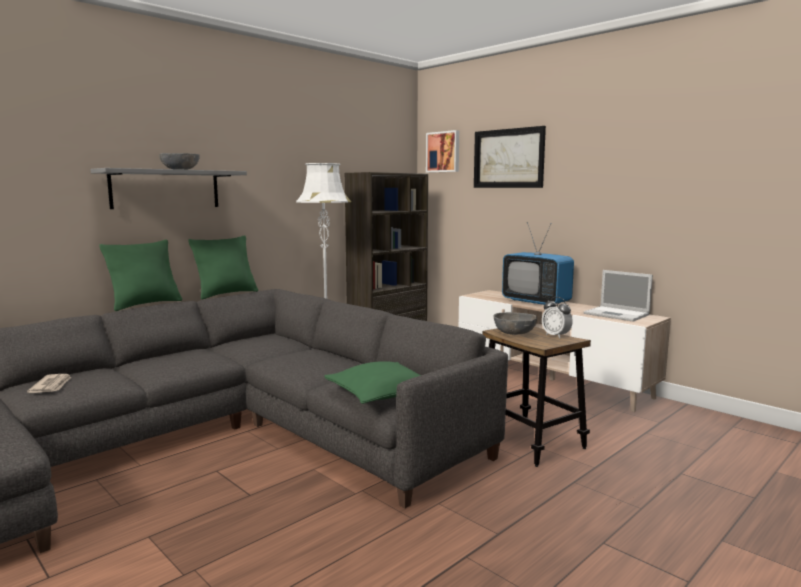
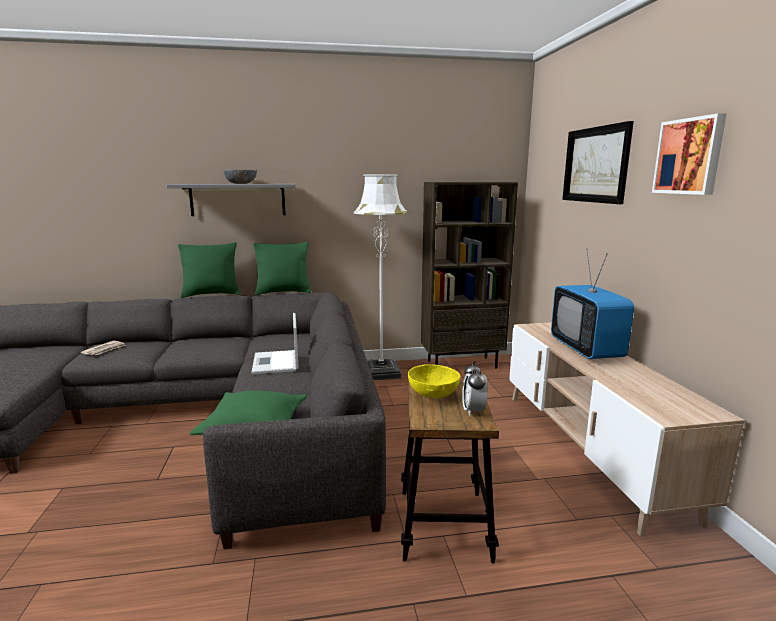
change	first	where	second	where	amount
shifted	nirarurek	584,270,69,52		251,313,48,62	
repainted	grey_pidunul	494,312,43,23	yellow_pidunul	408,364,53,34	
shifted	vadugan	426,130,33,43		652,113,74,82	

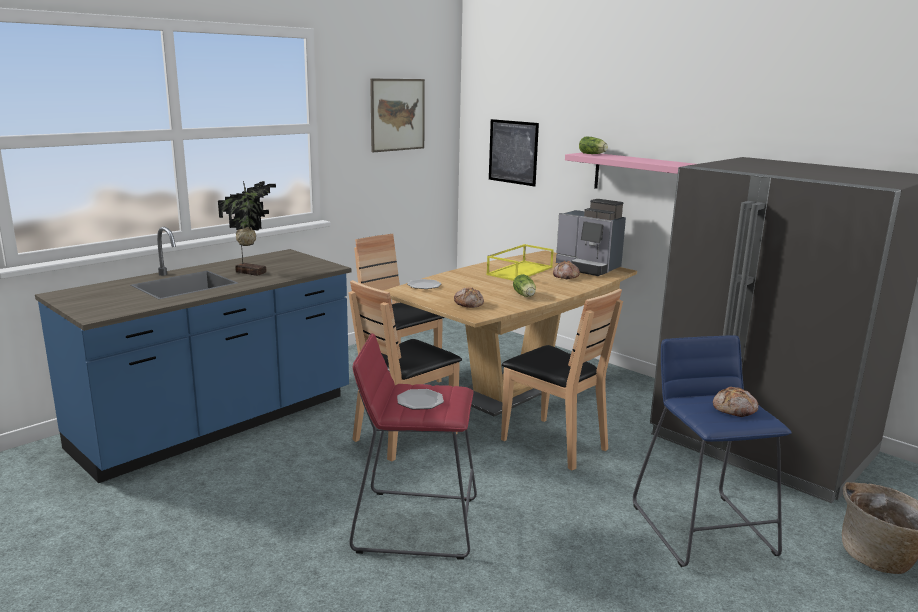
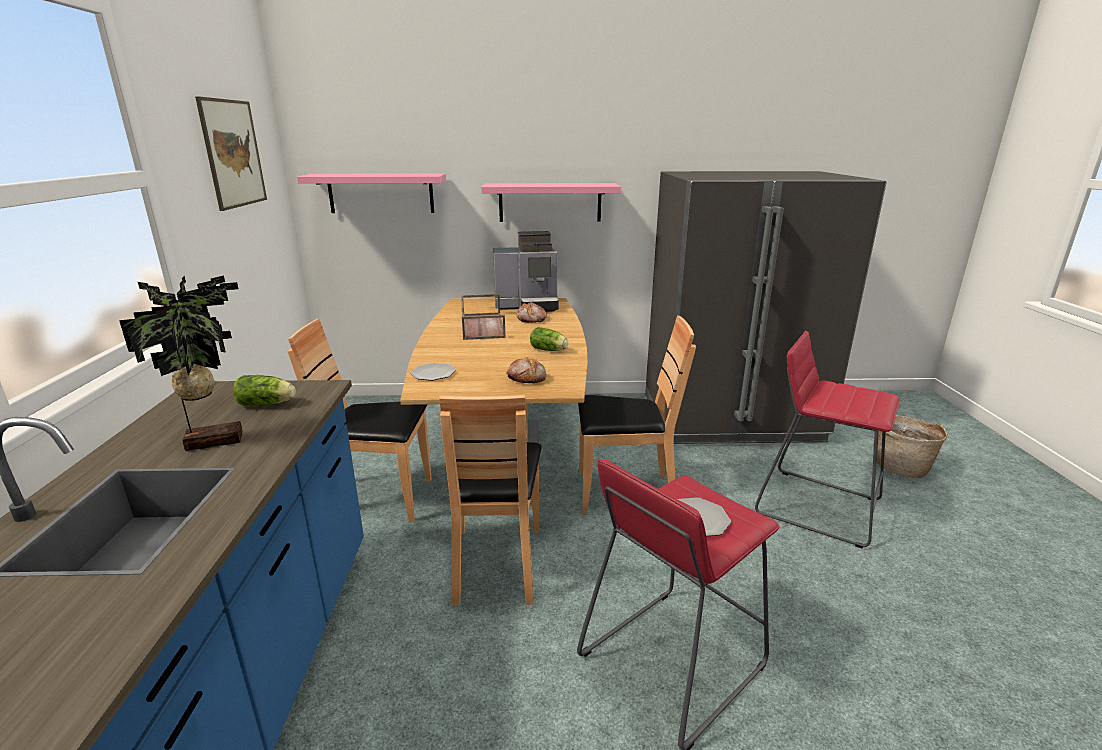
change	first	where	second	where	amount
shifted	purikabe	579,137,29,17		233,375,63,31	
swapped	vadugan	489,119,50,68	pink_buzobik	297,173,149,40	
repainted	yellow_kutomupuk	486,244,68,37	brown_kutomupuk	461,294,45,46	
repainted	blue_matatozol	633,335,159,232	red_matatozol	755,331,145,218	
gone	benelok	713,386,46,31			

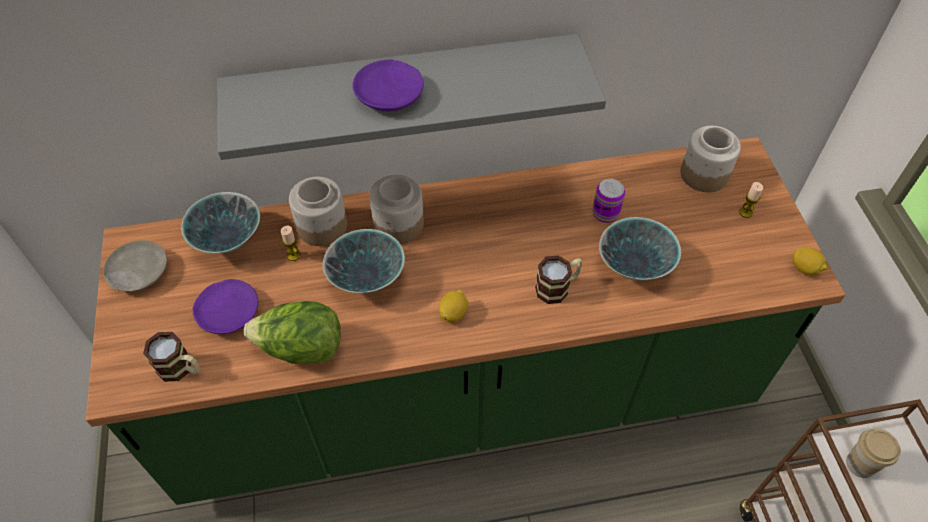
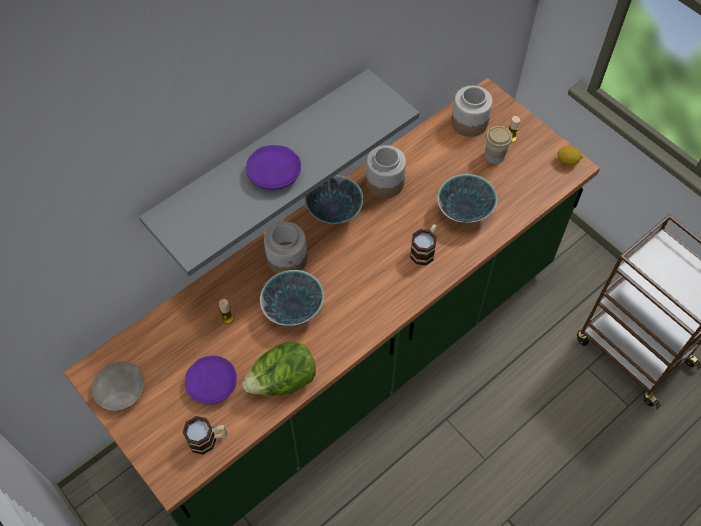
change	first	where	second	where	amount
shifted	pidunul	181,192,79,61		305,175,58,49	
shifted	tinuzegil	289,177,58,69		366,145,40,53	
shifted	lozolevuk	846,428,55,50		485,126,27,38	
gone	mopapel	439,290,29,33			
gone	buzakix	593,179,32,44			

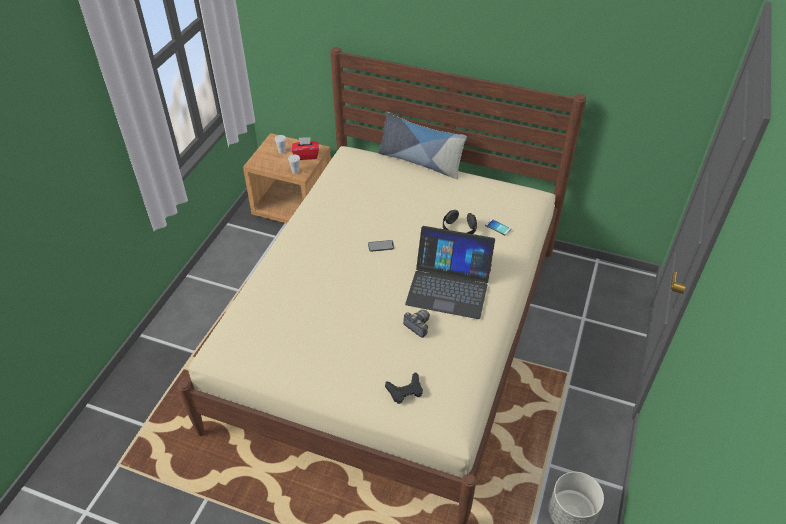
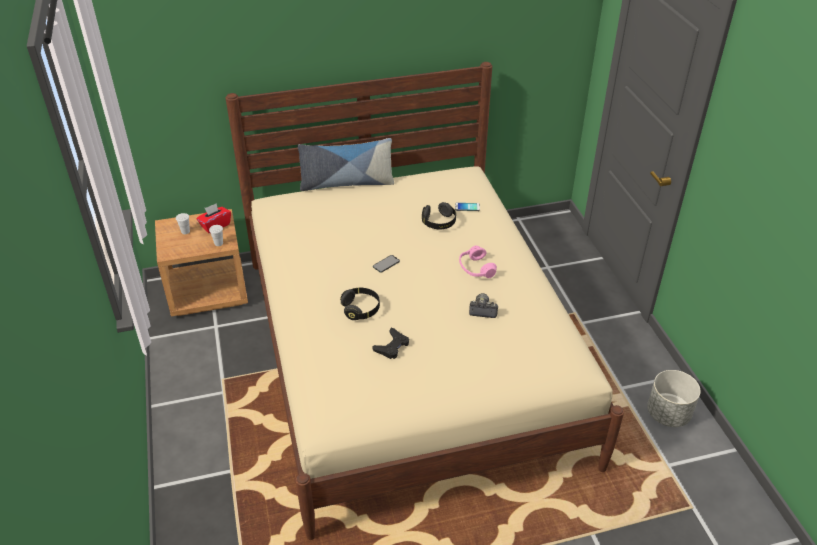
change	first	where	second	where	amount
new			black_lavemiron	340,288,40,32	
shifted	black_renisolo	385,372,38,32		372,328,37,31	
swapped	nirarurek	405,226,90,93	pink_lavemiron	459,245,38,33	

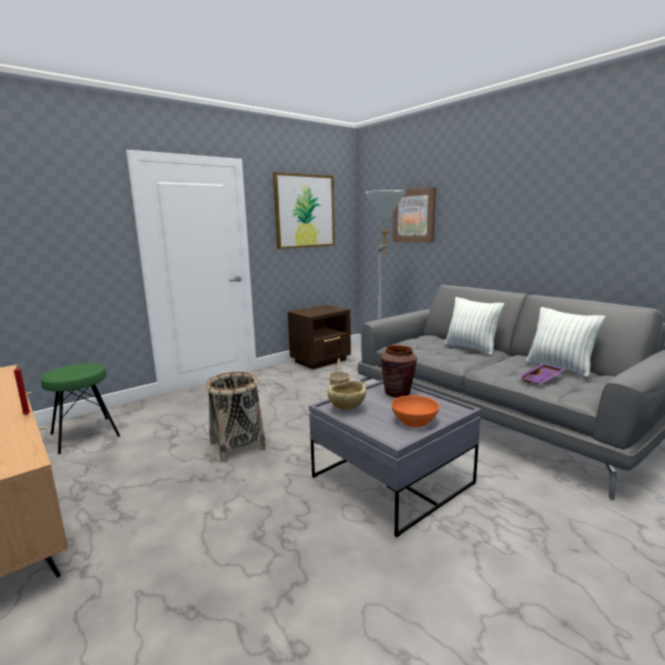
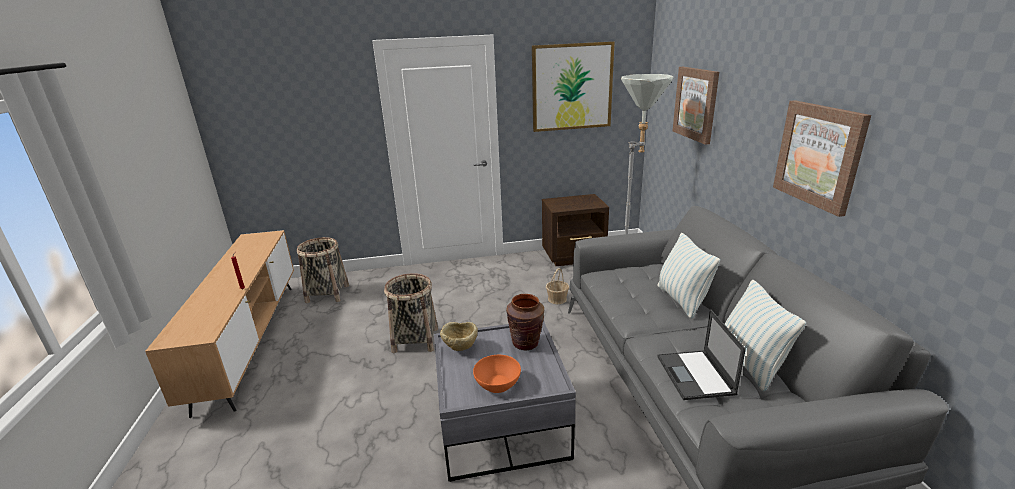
change	first	where	second	where	amount
swapped	green_matatozol	41,363,79,91	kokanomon	297,237,52,66	
swapped	purple_kutomupuk	518,363,48,21	nirarurek	657,309,89,91	
new			vadugan	773,100,98,117	

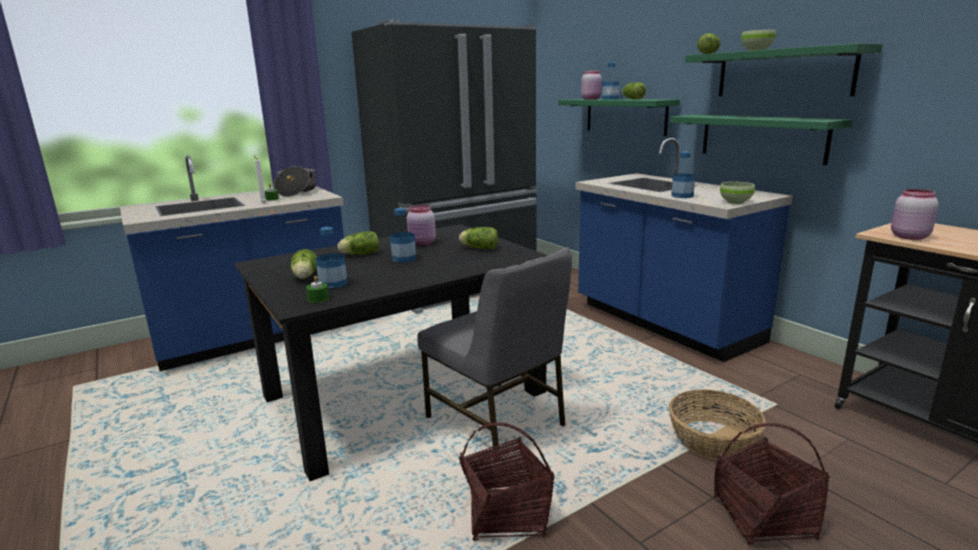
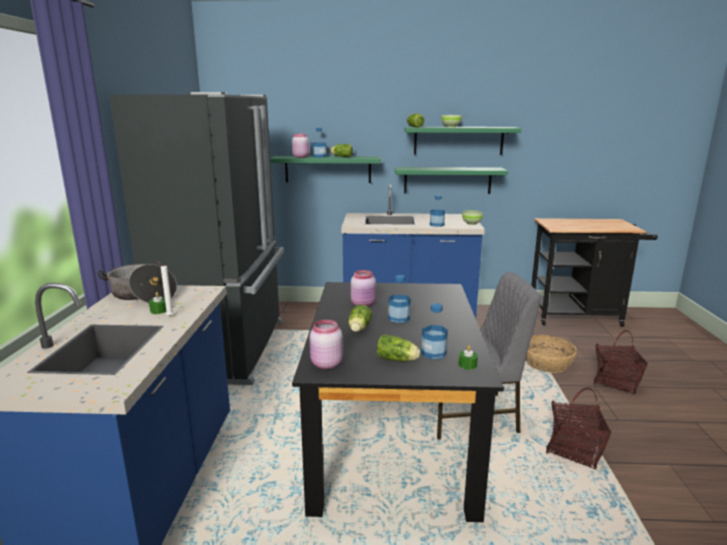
change	first	where	second	where	amount
shifted	pink_tinuzegil	891,189,48,51		310,320,33,49	
gone	purikabe	459,227,39,22			

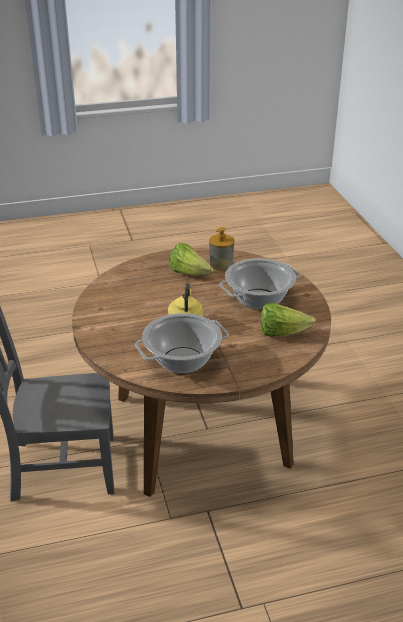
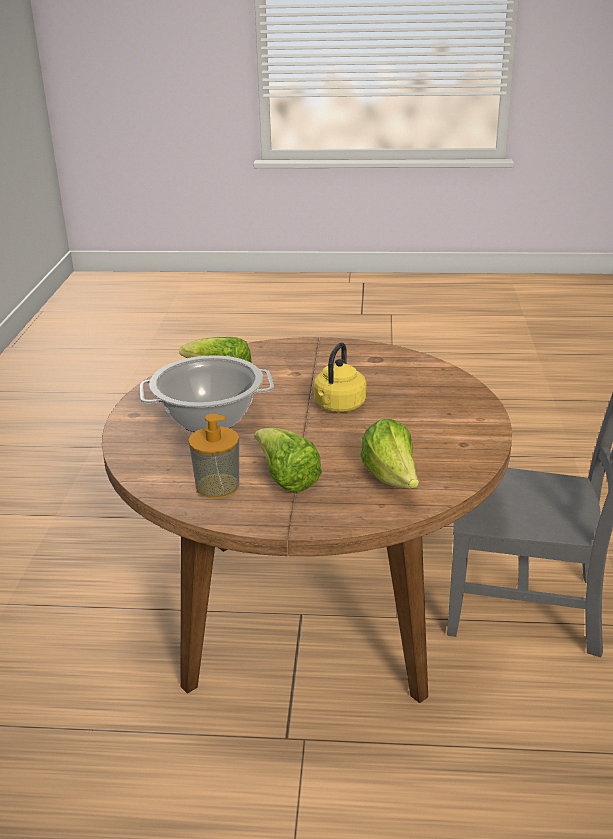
change	first	where	second	where	amount
new			purikabe	360,419,59,70	
gone	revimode	135,313,94,61			

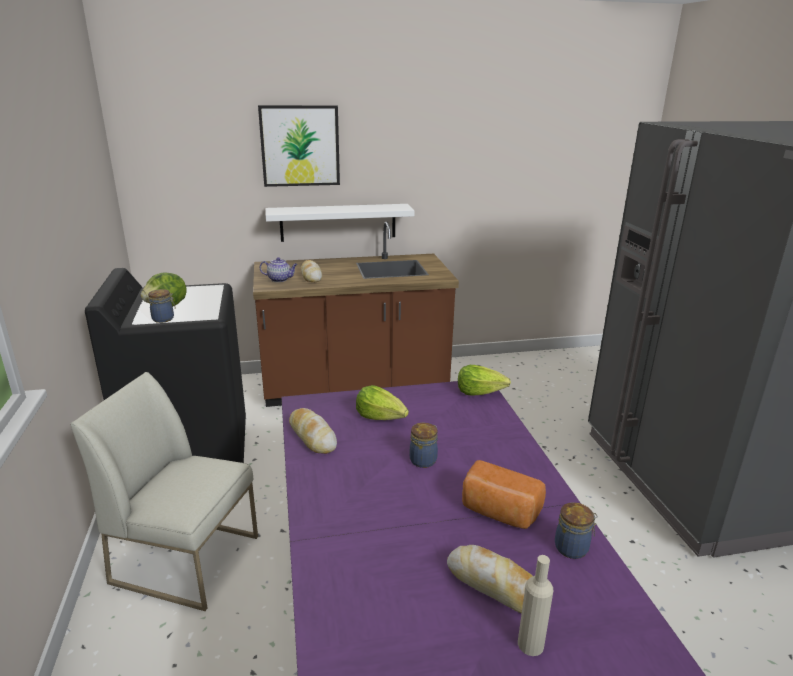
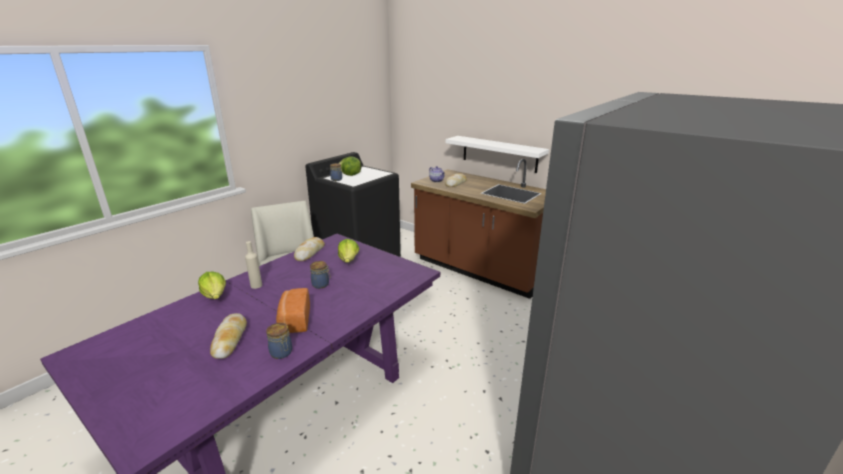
change	first	where	second	where	amount
shifted	purikabe	458,365,53,31		198,272,28,27	
shifted	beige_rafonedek	518,555,35,101		245,241,17,48	
gone	vadugan	258,105,82,82			

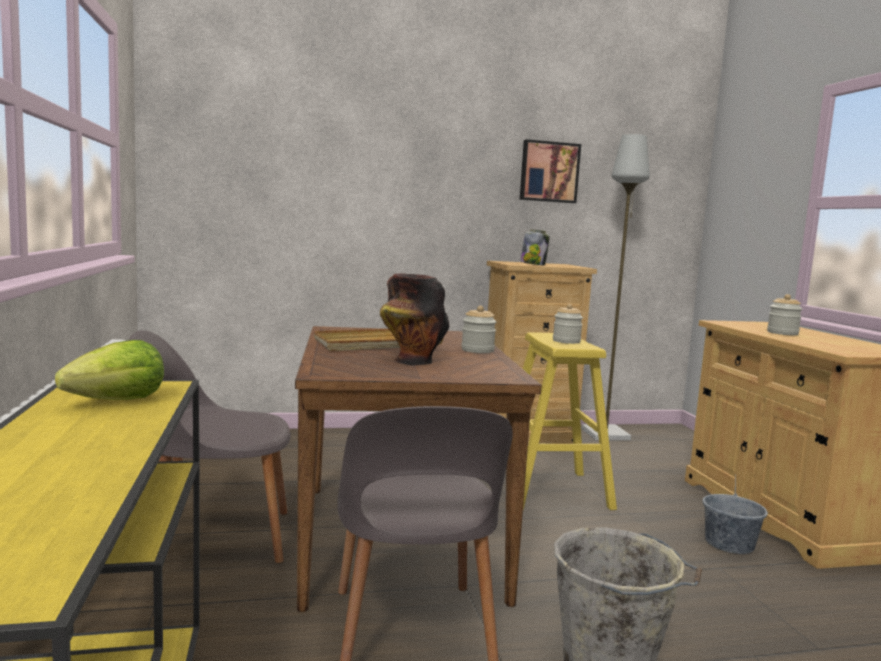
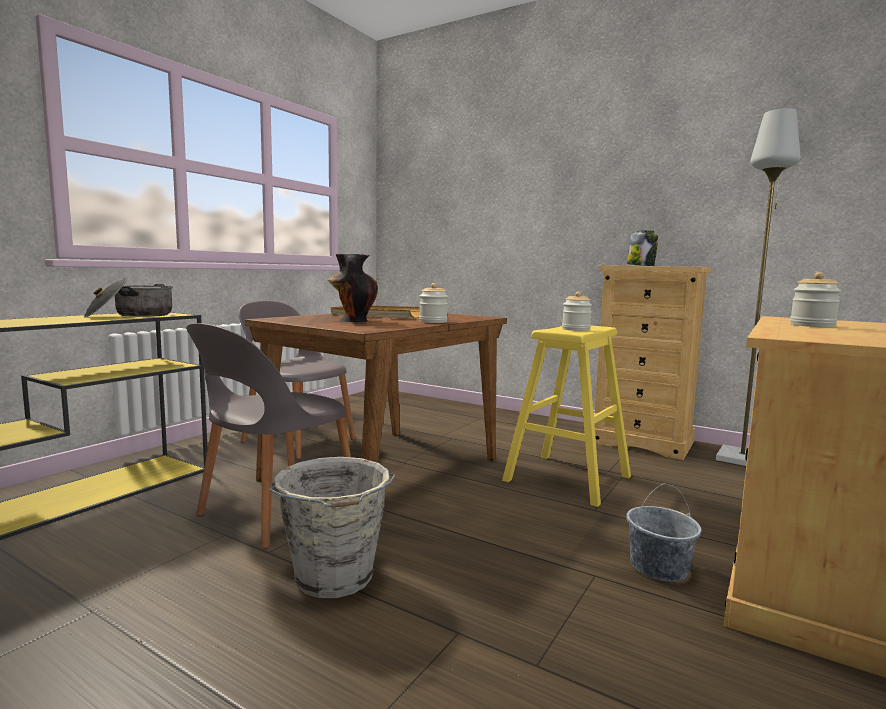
change	first	where	second	where	amount
swapped	purikabe	55,340,109,60	revimode	84,278,89,40	
gone	vadugan	520,139,61,64			

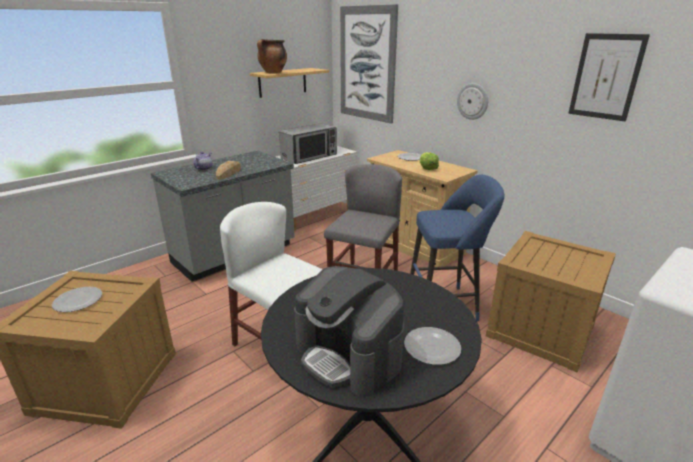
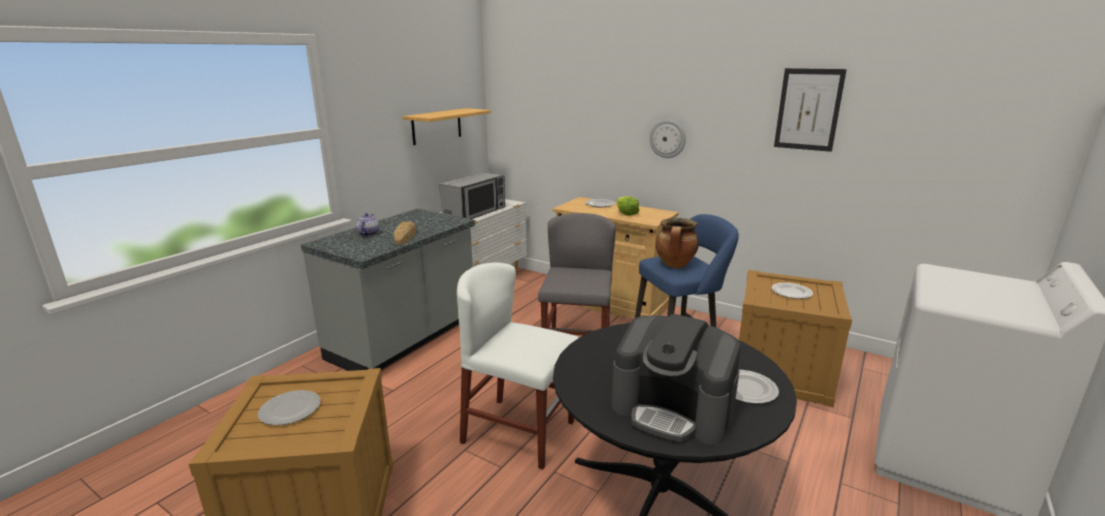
change	first	where	second	where	amount
shifted	revimode	257,39,30,35		655,218,44,50	
new			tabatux	772,283,41,16	
gone	vadugan	340,4,58,120			

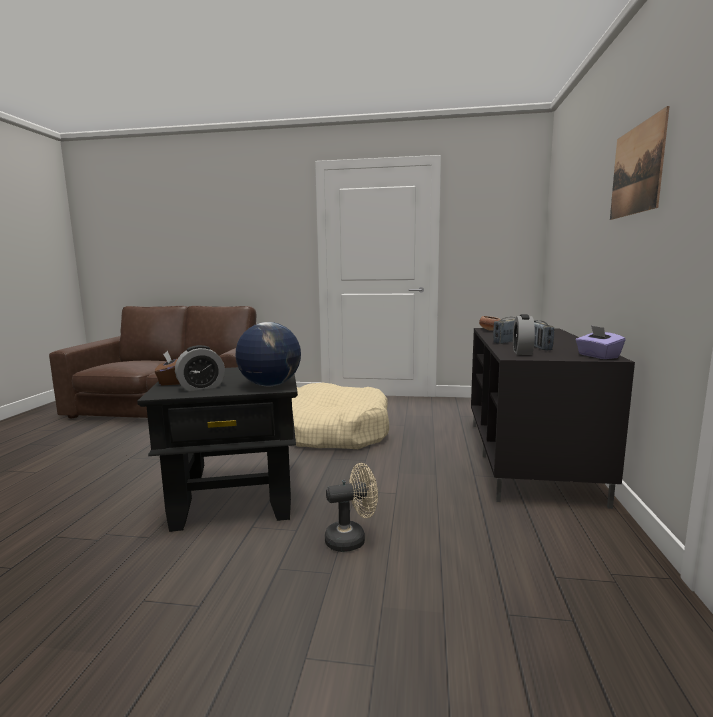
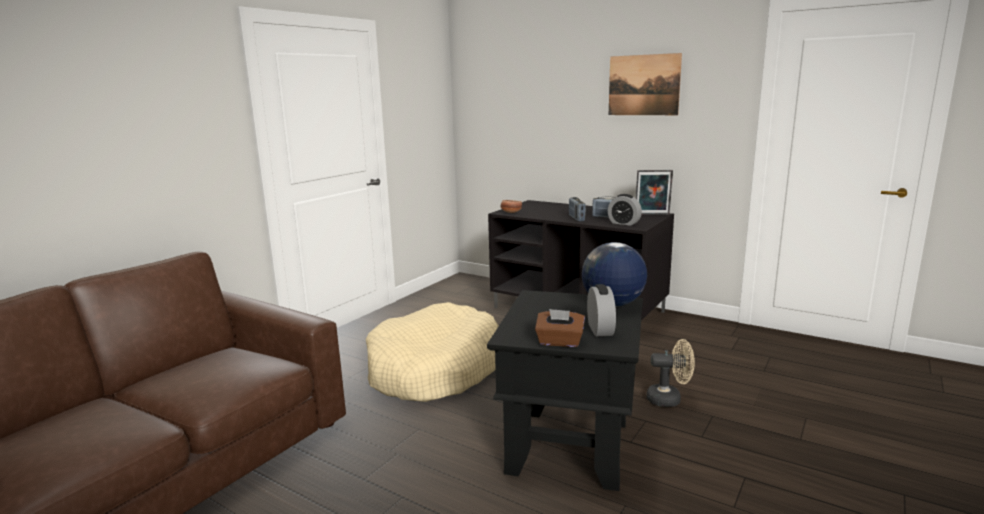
change	first	where	second	where	amount
swapped	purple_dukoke	576,325,50,34	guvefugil	636,170,37,45	
rotated	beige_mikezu	325,463,53,89		647,339,48,68	90 degrees clockwise

